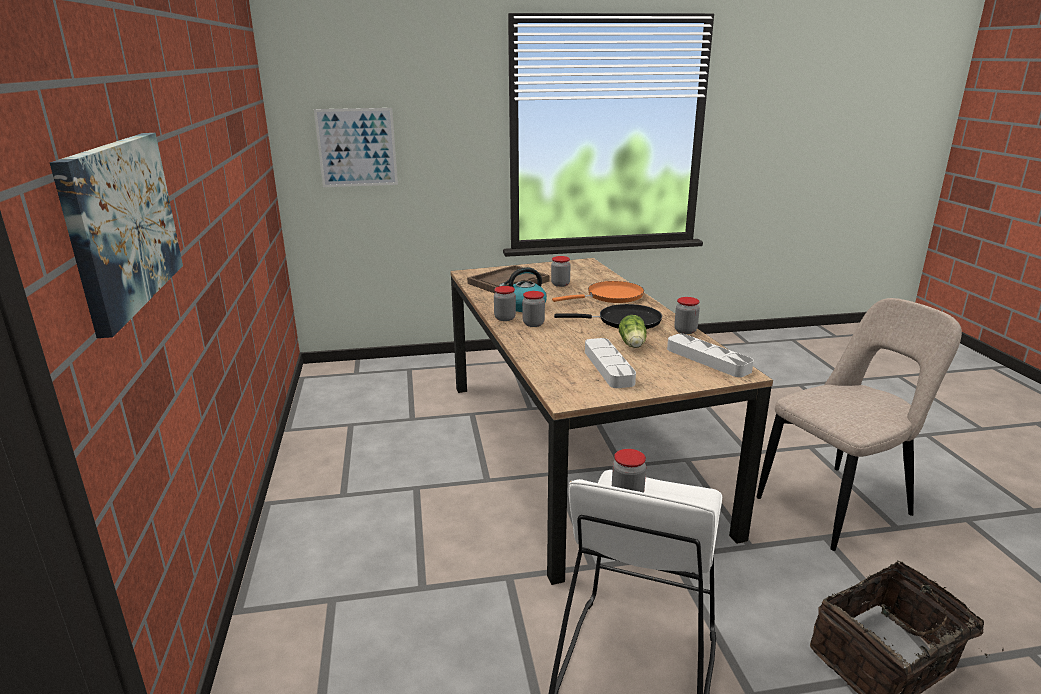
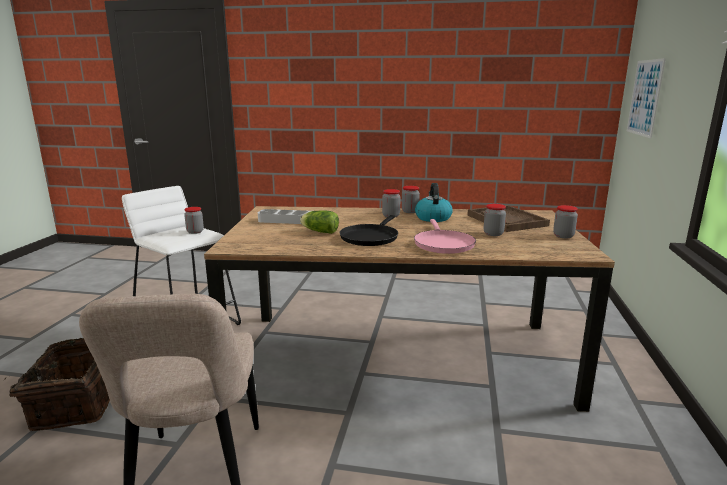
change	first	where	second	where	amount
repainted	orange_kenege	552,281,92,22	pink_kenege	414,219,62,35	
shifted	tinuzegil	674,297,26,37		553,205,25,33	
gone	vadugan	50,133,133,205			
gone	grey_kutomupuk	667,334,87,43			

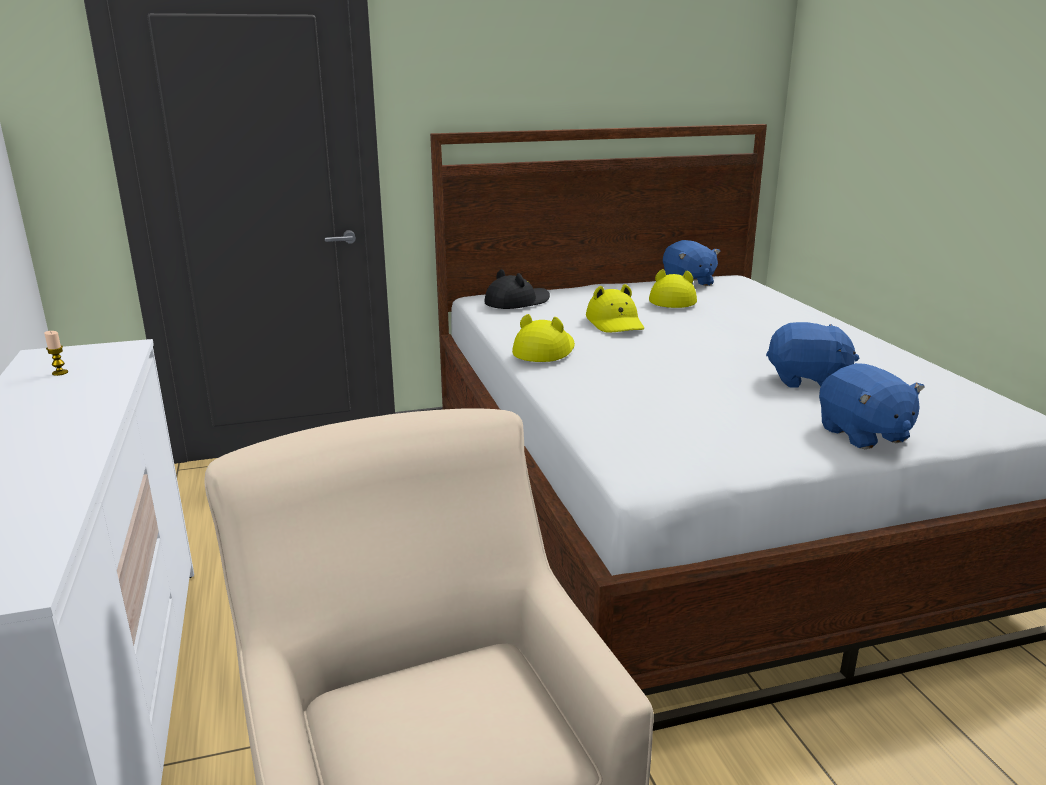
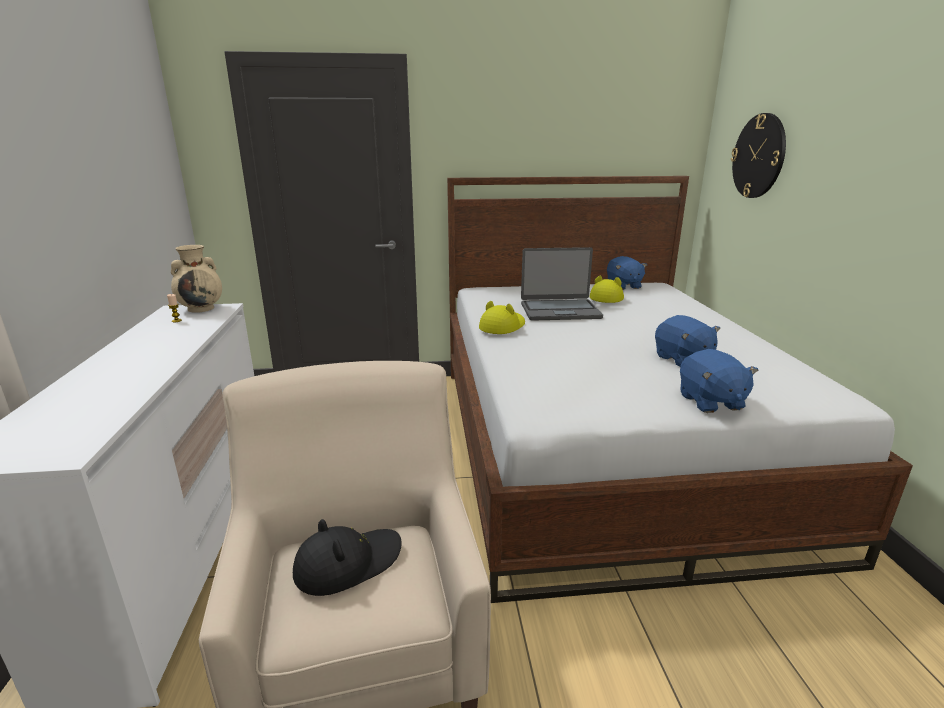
change	first	where	second	where	amount
new			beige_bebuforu	171,245,51,68	
shifted	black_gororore	484,269,66,40		293,519,109,77	
swapped	yellow_gororore	586,284,58,49	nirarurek	521,247,82,74	
rotated	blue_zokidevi	766,322,93,66		655,315,65,51	45 degrees clockwise
new			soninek	731,113,55,85	

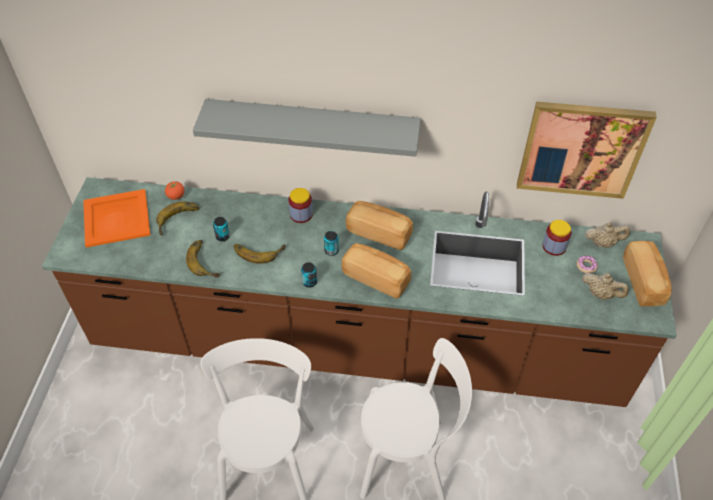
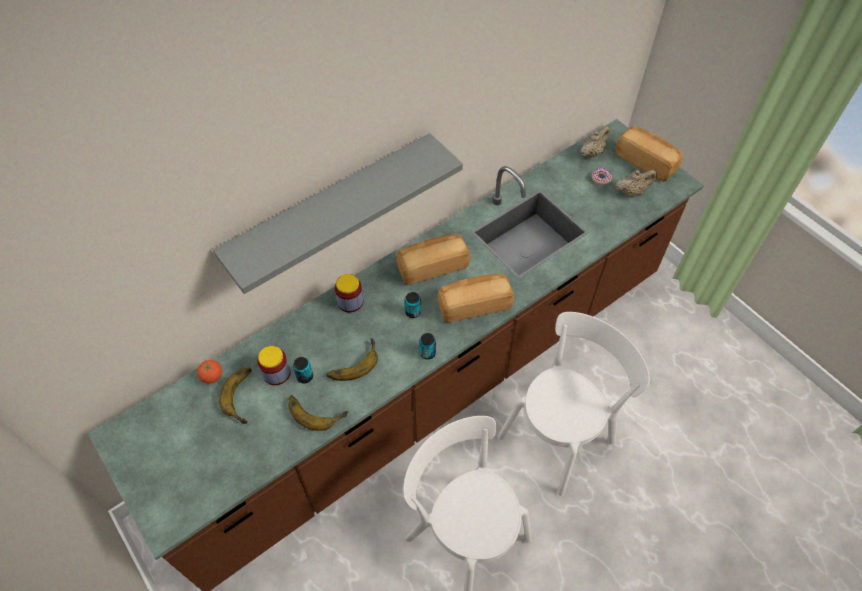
change	first	where	second	where	amount
shifted	tinuzegil	542,220,29,36		257,346,34,39	
gone	orange_kutomupuk	83,189,67,58			
gone	vadugan	517,101,140,98			

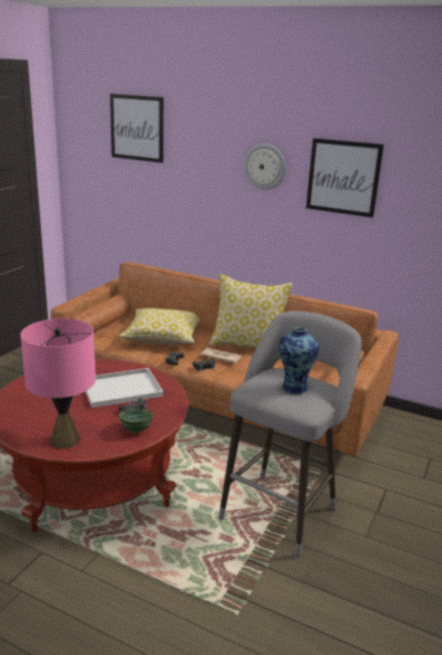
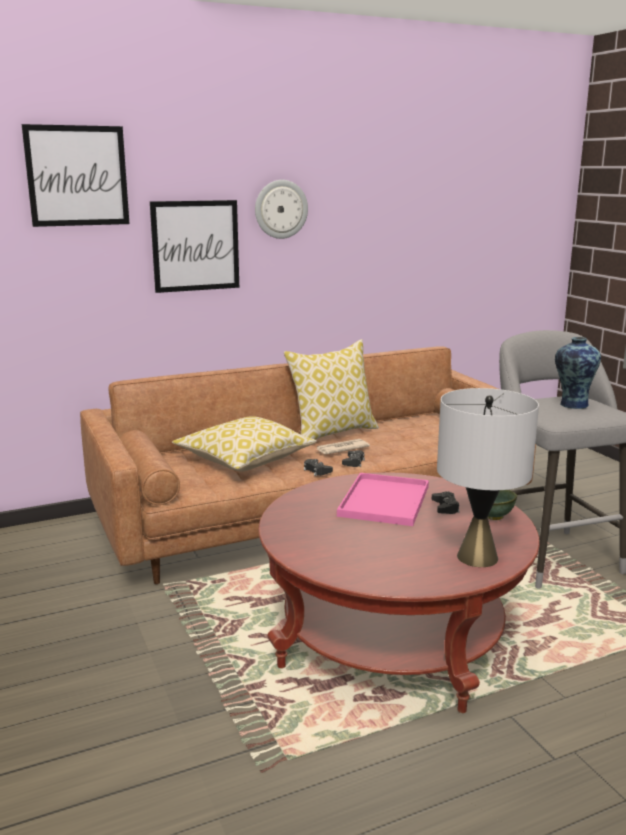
change	first	where	second	where	amount
shifted	vadugan	306,138,78,80		150,200,89,93	
repainted	white_kutomupuk	85,368,78,40	pink_kutomupuk	337,473,92,53	
repainted	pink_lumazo	21,318,75,131	grey_lumazo	437,388,102,179	

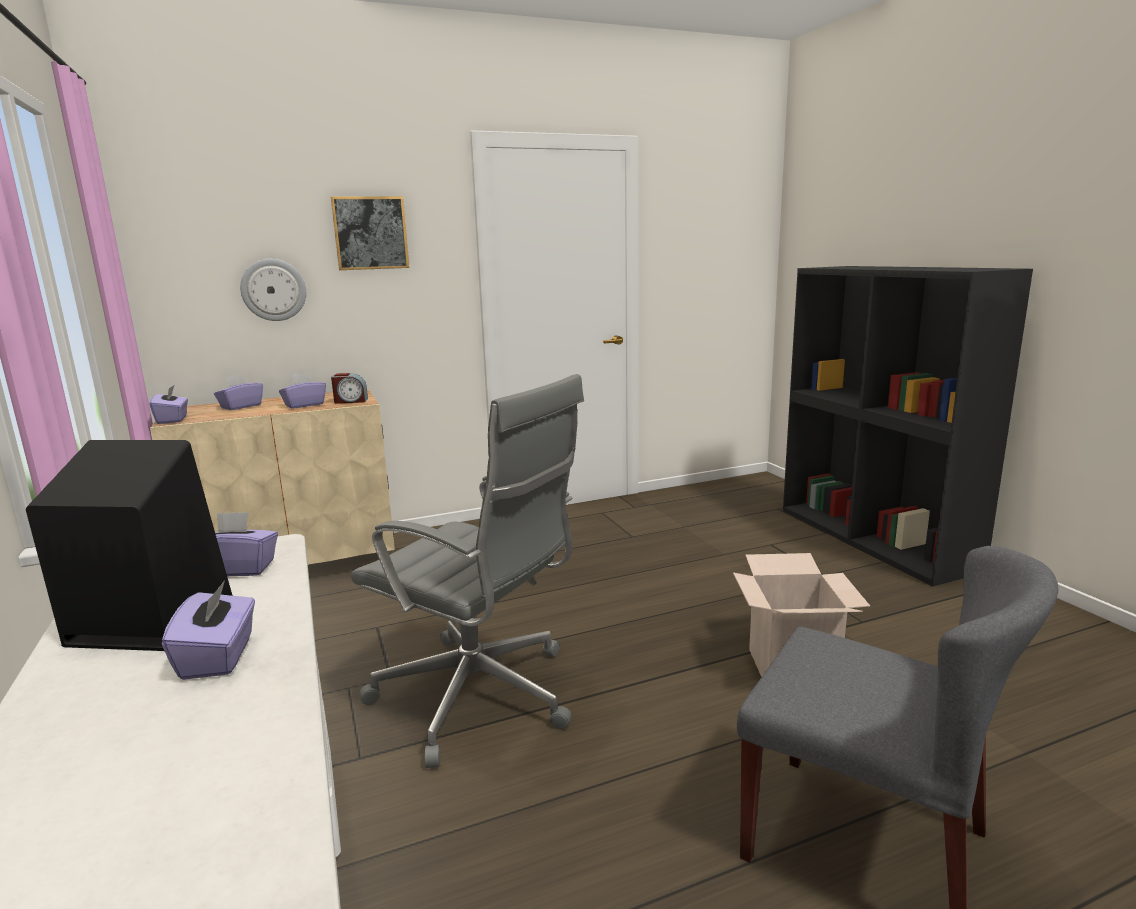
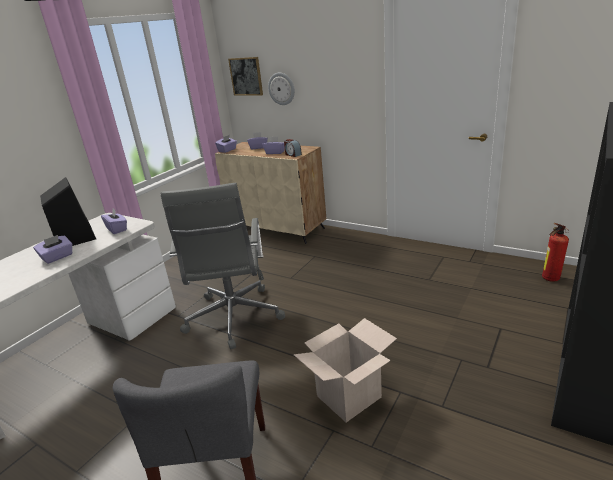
change	first	where	second	where	amount
shifted	vadugan	331,196,78,74		228,57,35,39	
new			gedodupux	542,223,27,59	

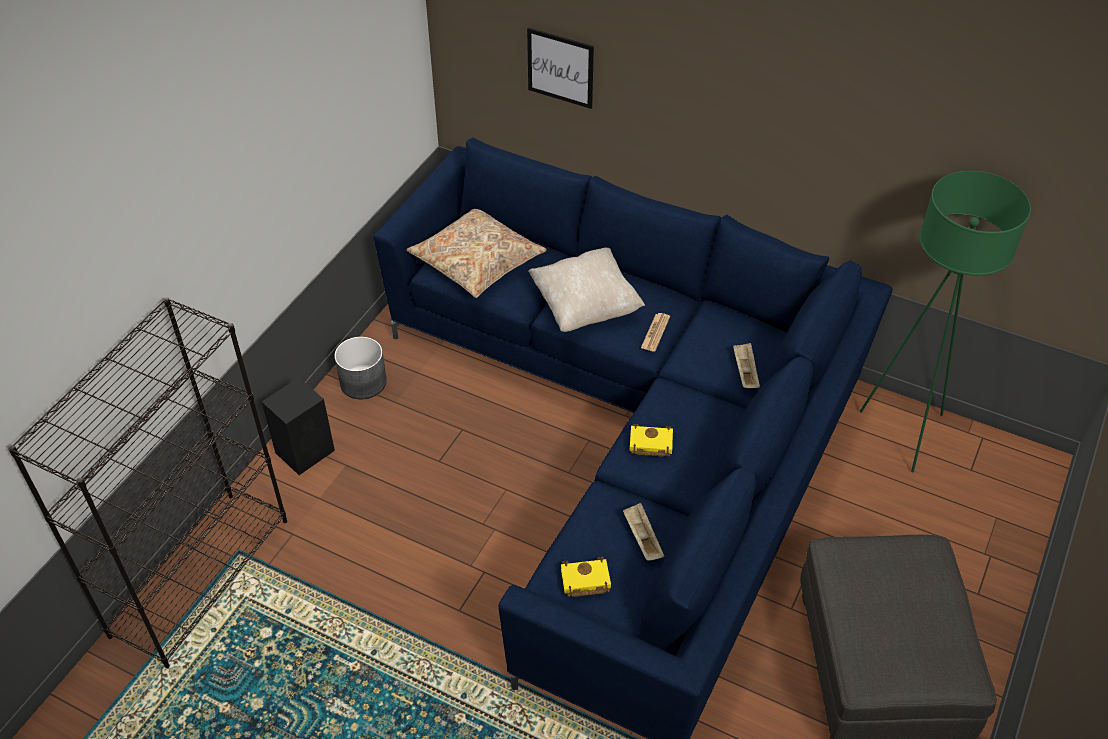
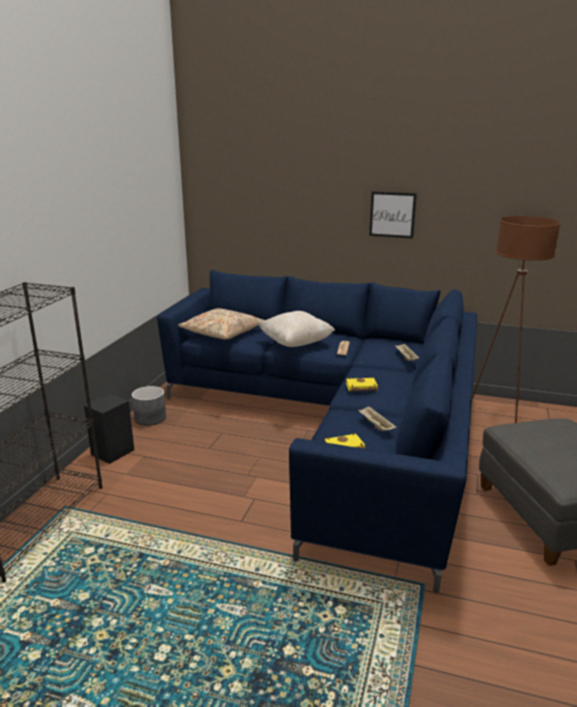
change	first	where	second	where	amount
shifted	vadugan	527,27,67,82		369,191,48,48	
repainted	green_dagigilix	860,171,171,301	brown_dagigilix	472,216,89,207	

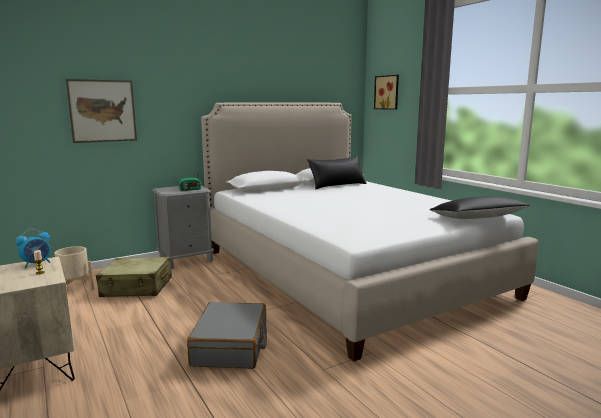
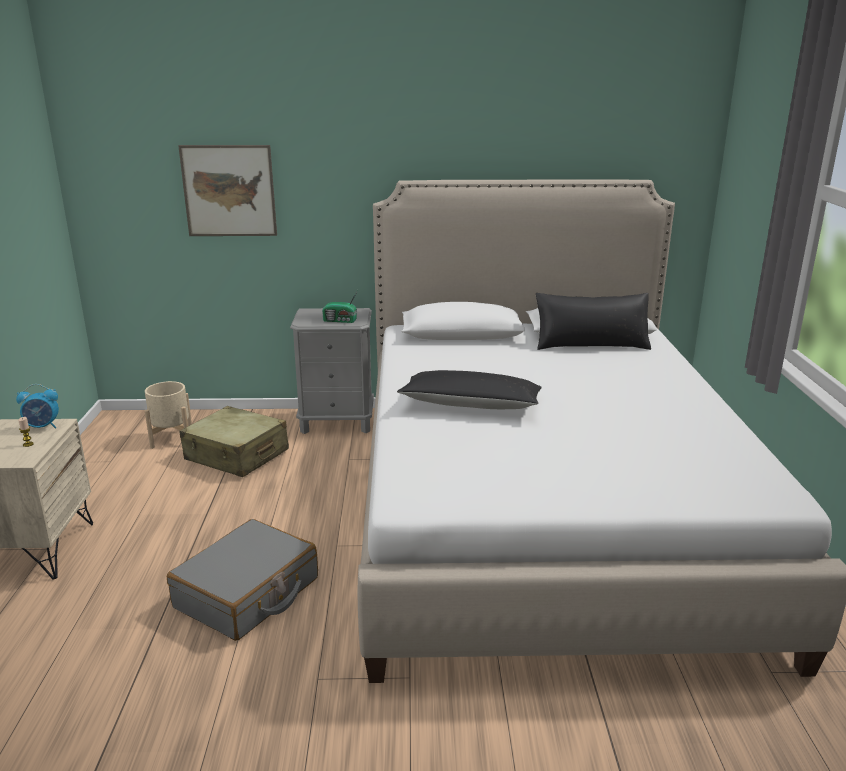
change	first	where	second	where	amount
shifted	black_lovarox	429,196,102,23		397,370,145,39	
gone	vadugan	374,75,25,35			

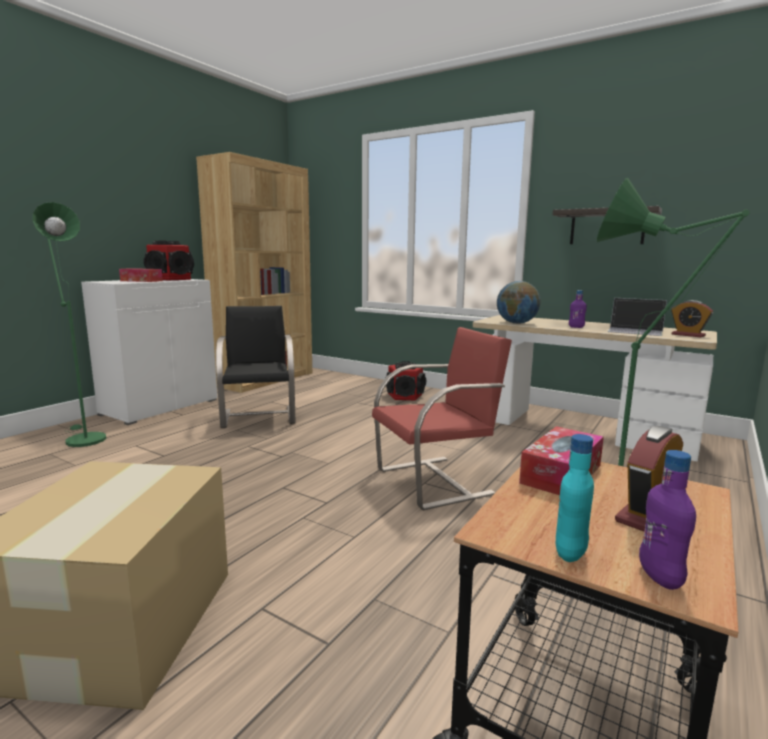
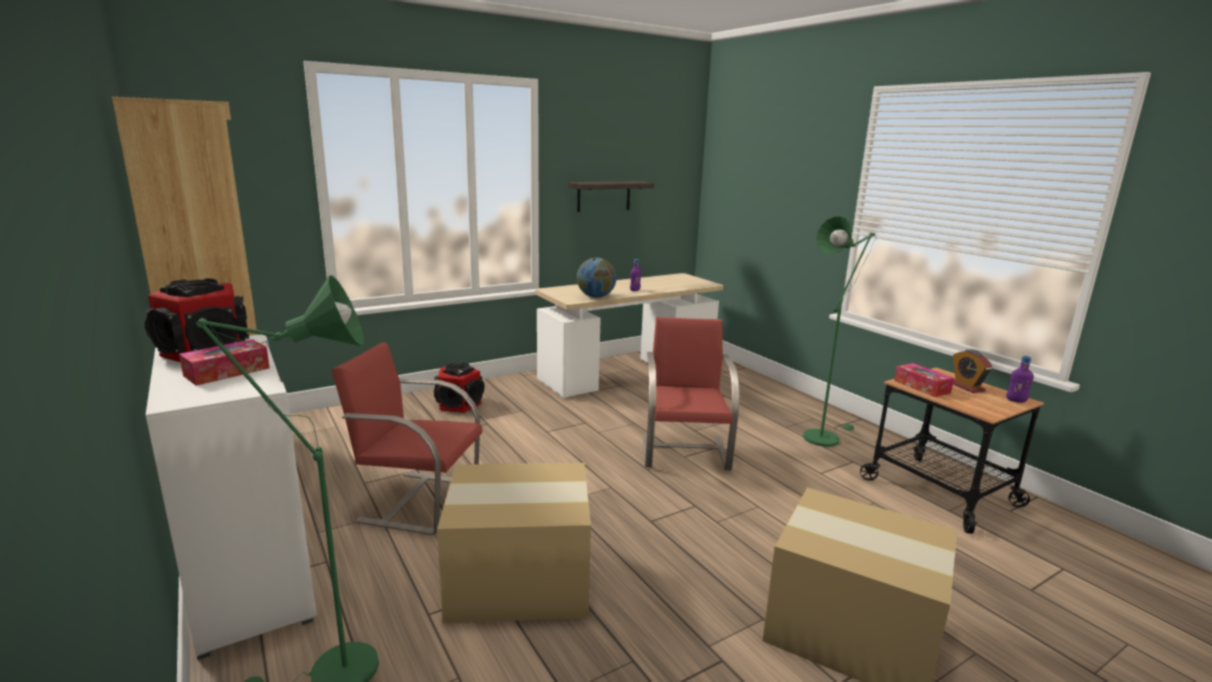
change	first	where	second	where	amount
repainted	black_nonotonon	216,306,80,122	red_nonotonon	331,342,151,193	
new			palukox	437,463,154,160	
gone	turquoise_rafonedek	556,434,38,128			
gone	nirarurek	607,298,60,38			
gone	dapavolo	671,300,42,37			

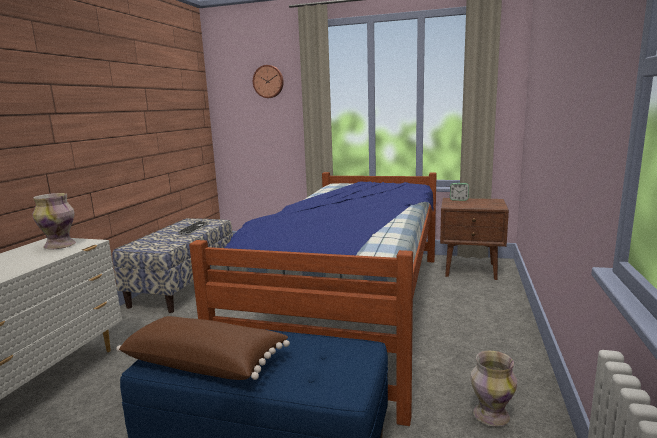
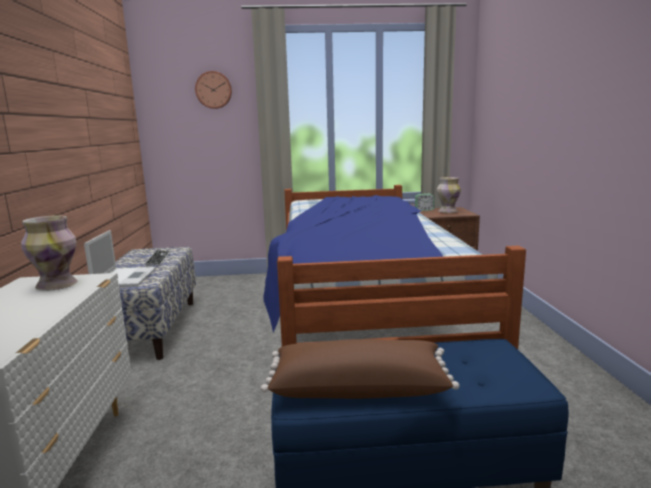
change	first	where	second	where	amount
new			nirarurek	84,230,72,57	
shifted	bebuforu	470,351,47,76		437,177,24,36	

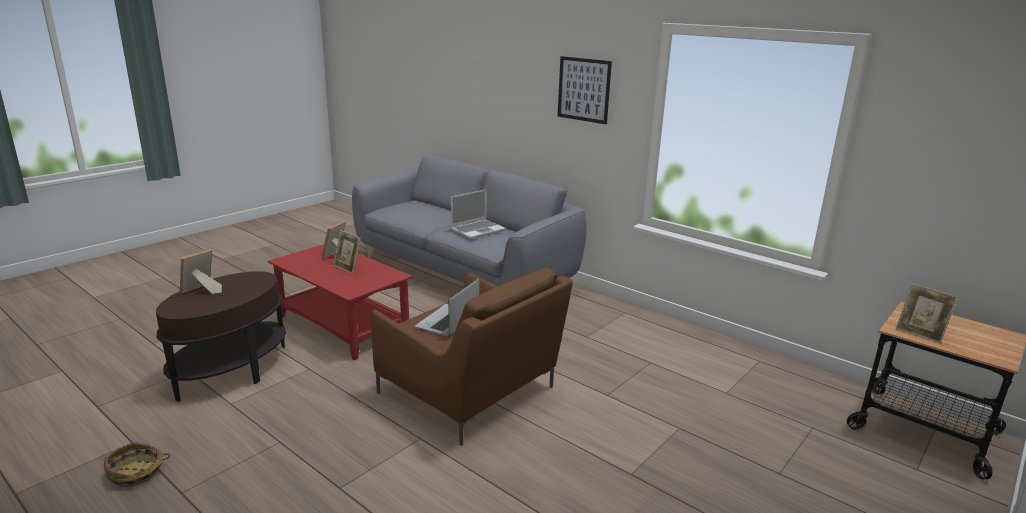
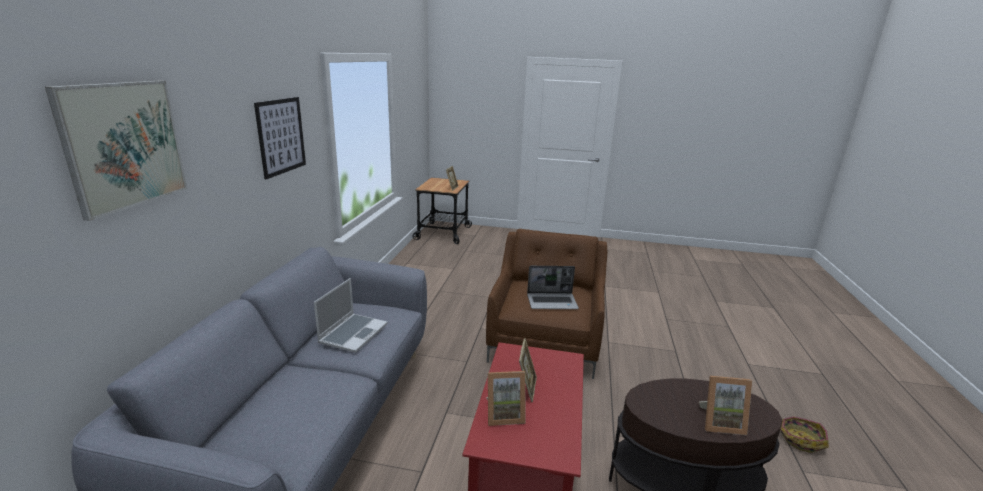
change	first	where	second	where	amount
new			vadugan	45,81,142,140	
rotated	nirarurek	451,189,55,50		314,278,74,75	90 degrees clockwise

